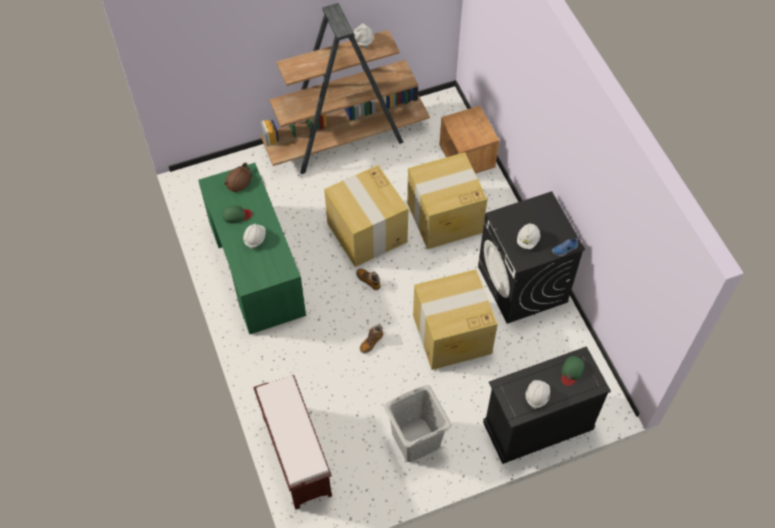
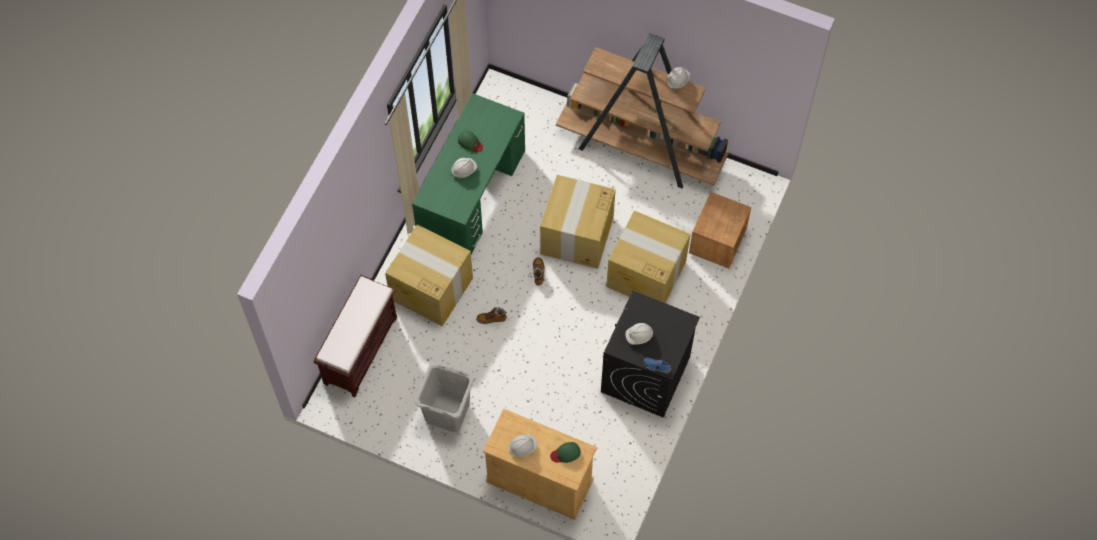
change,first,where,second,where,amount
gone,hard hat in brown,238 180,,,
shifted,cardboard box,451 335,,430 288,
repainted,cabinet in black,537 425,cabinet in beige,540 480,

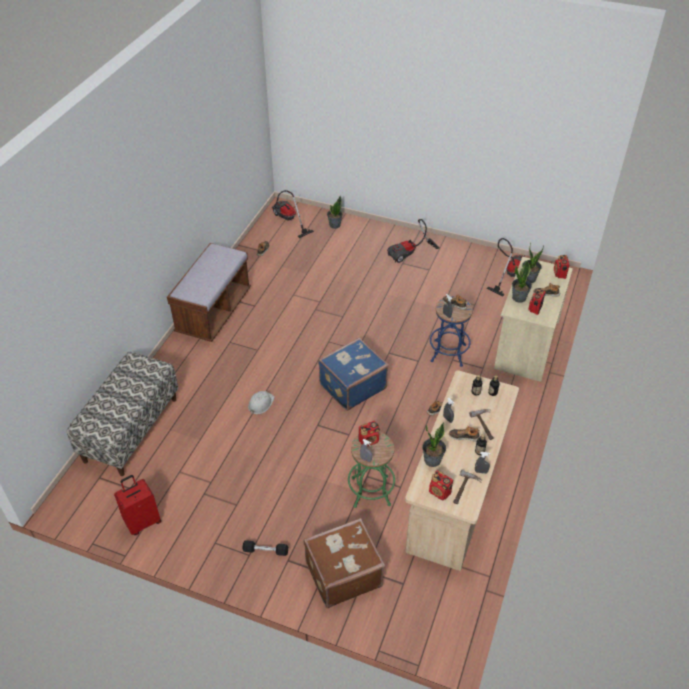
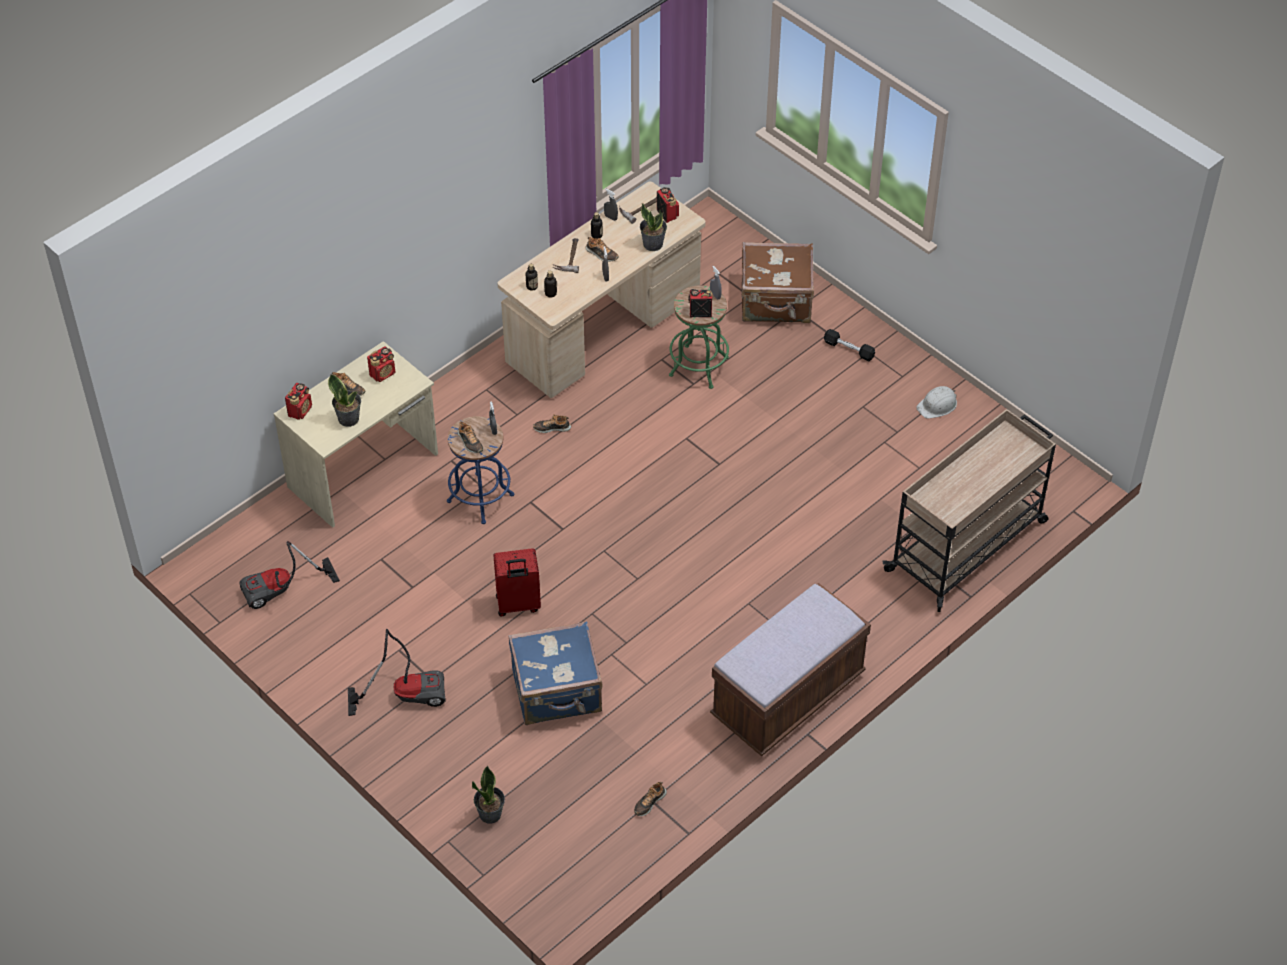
change,first,where,second,where,amount
gone,vacuum cleaner,288 220,,,
gone,potted plant,519 298,,,
shifted,suitcase in red,142 521,,518 605,
shifted,hard hat in white,260 404,,937 405,
shifted,suitcase in blue,351 386,,557 692,
swapped,bench,131 429,cart in beige,967 545,

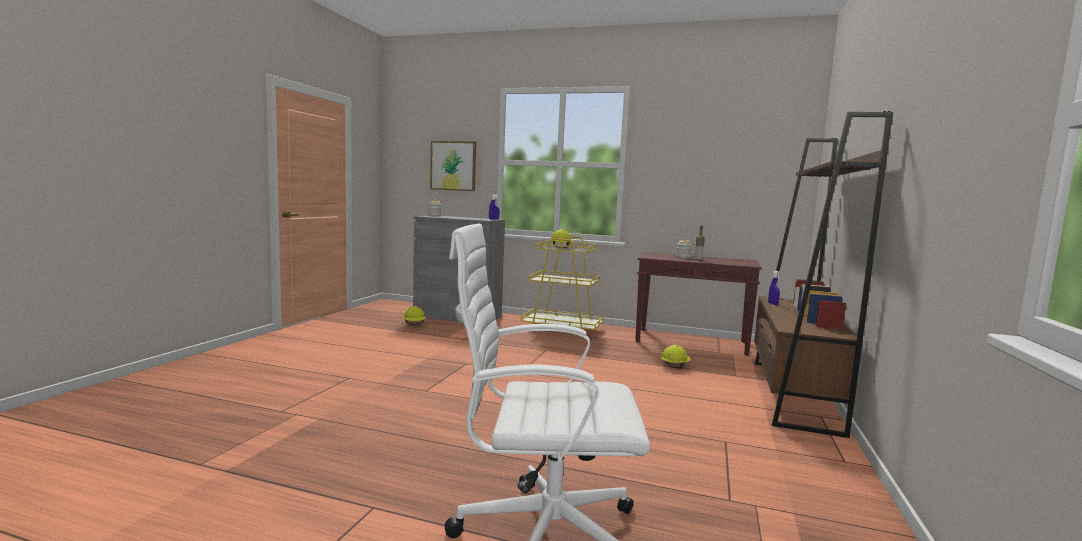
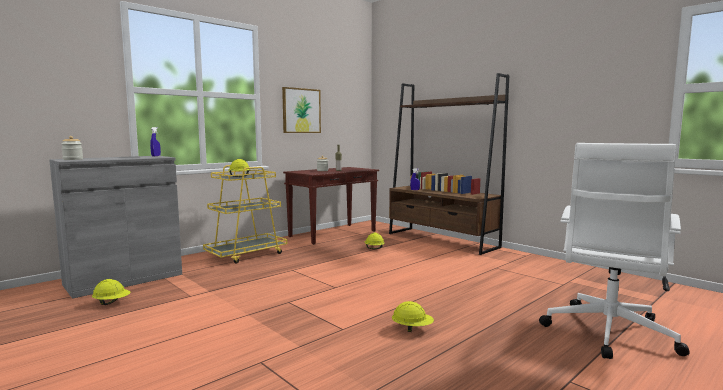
change,first,where,second,where,amount
new,,,hard hat in yellow,412 329,
shifted,picture,453 166,,301 111,

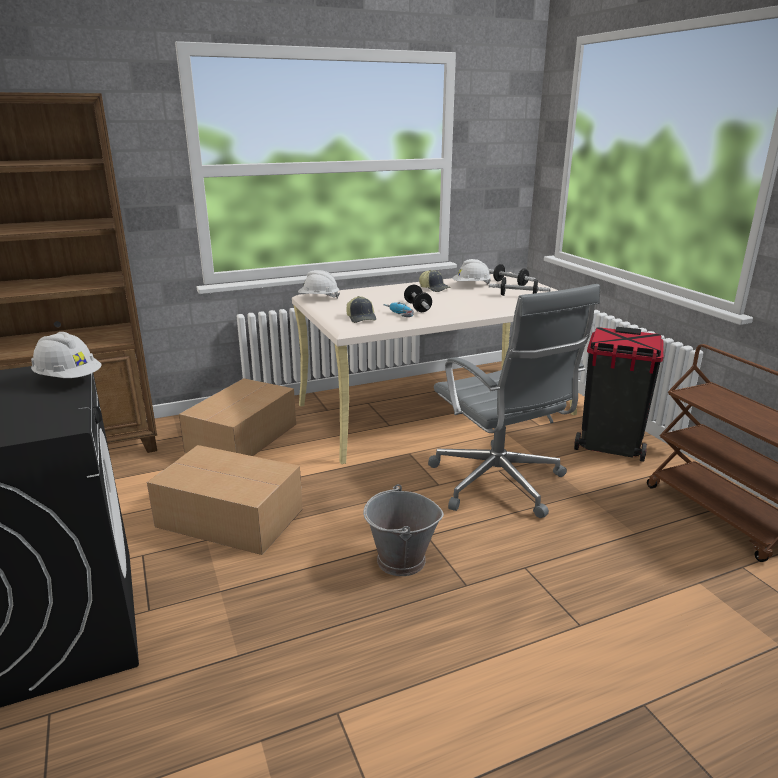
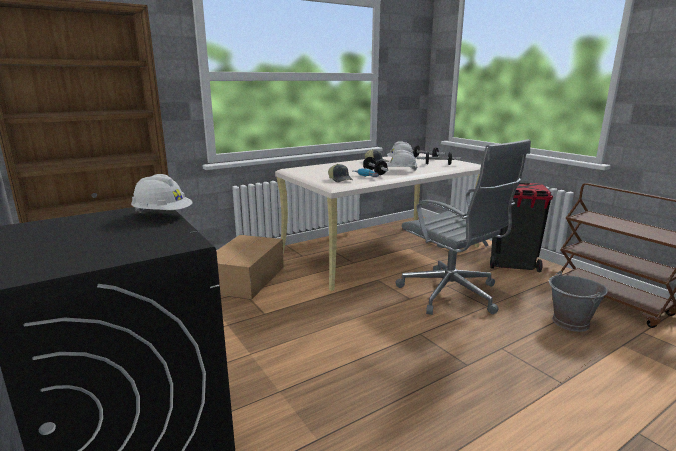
change,first,where,second,where,amount
gone,cardboard box,229 517,,,
shifted,hard hat in white,318 298,,401 171,
shifted,bucket in grey,401 560,,570 323,

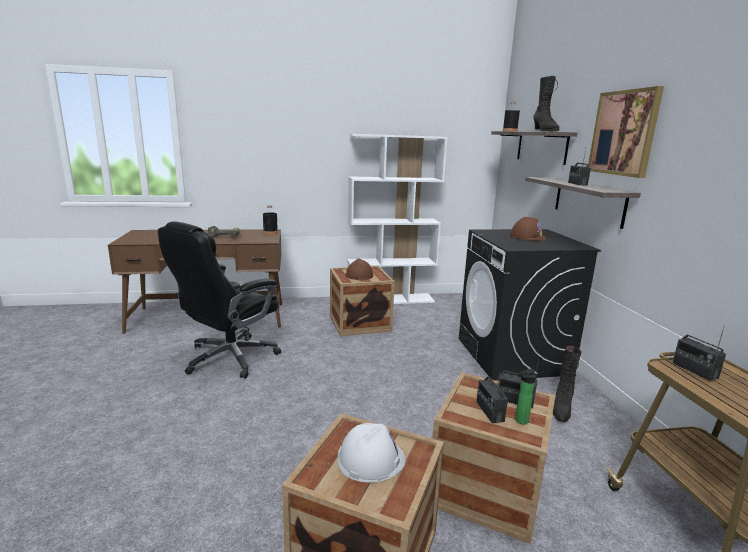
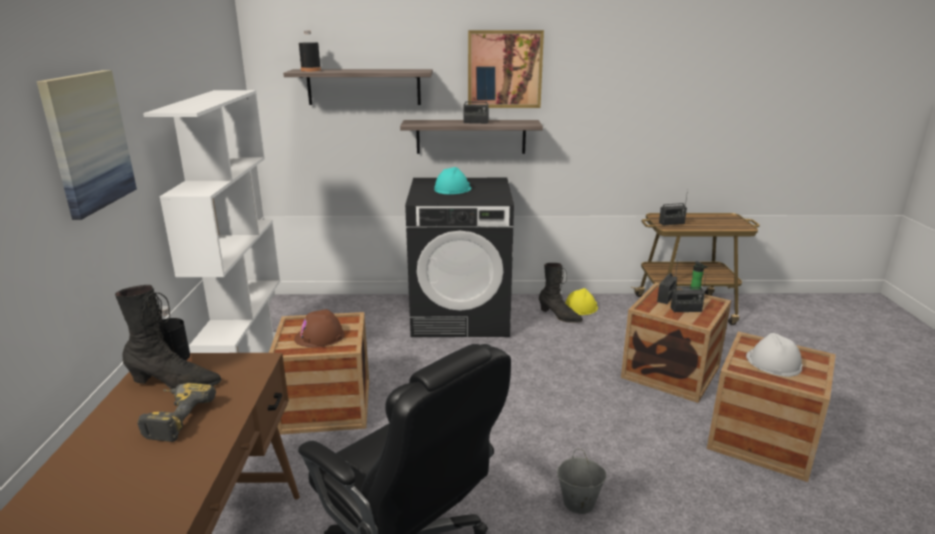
change,first,where,second,where,amount
new,,,picture,88 141,
new,,,bucket in grey,578 503,
new,,,hard hat in yellow,580 307,
shifted,boot in black,544 131,,175 384,
repainted,hard hat in brown,527 237,hard hat in turquoise,452 189,

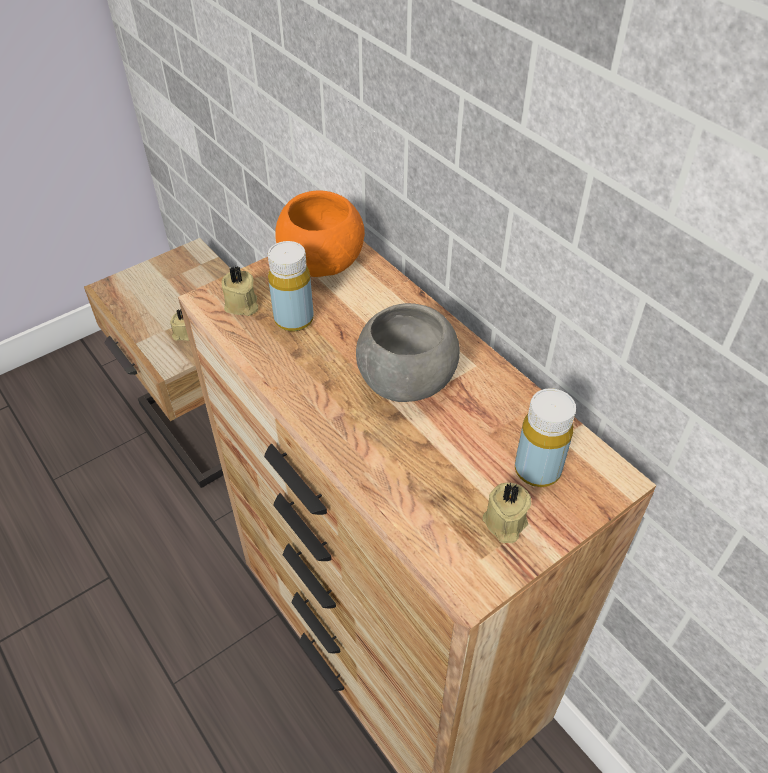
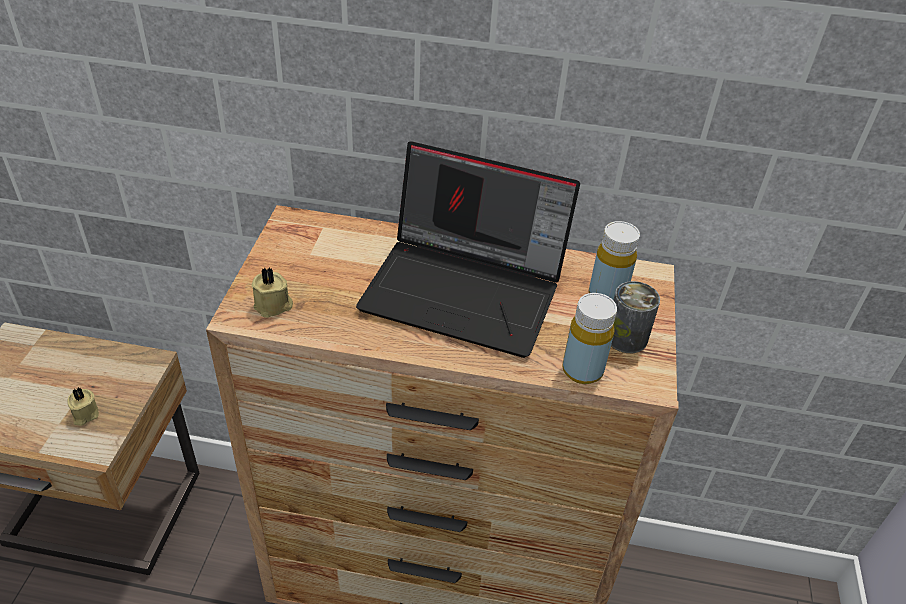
change,first,where,second,where,amount
gone,bowl in orange,322 262,,,
shifted,bottle in yellow,294 319,,582 370,
swapped,bowl in grey,407 383,laptop,467 290,
swapped,candle in beige,504 523,can,626 337,

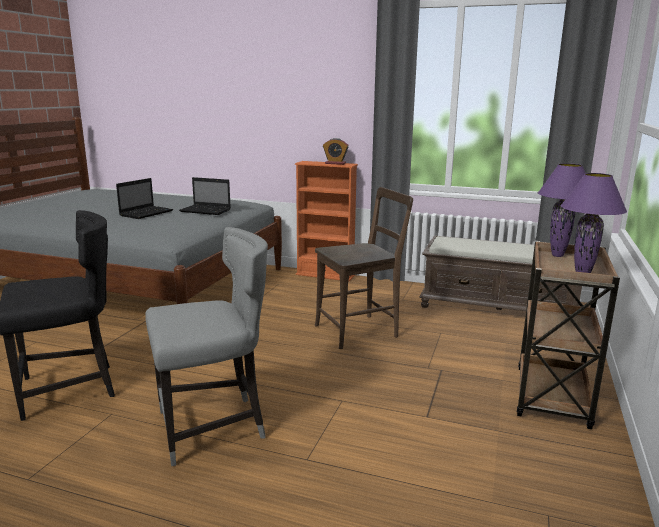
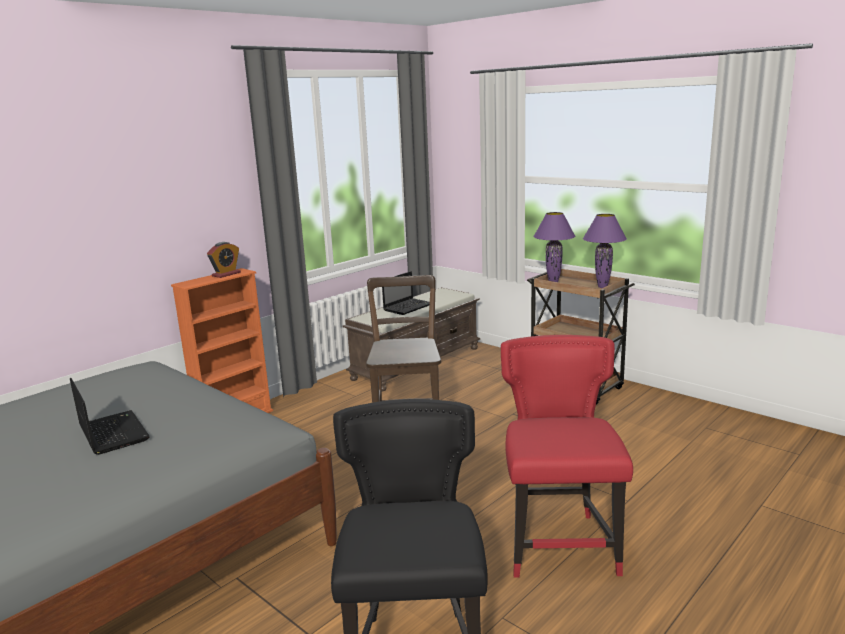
change,first,where,second,where,amount
shifted,laptop,206 211,,408 307,
repainted,chair in grey,214 427,chair in red,560 543,

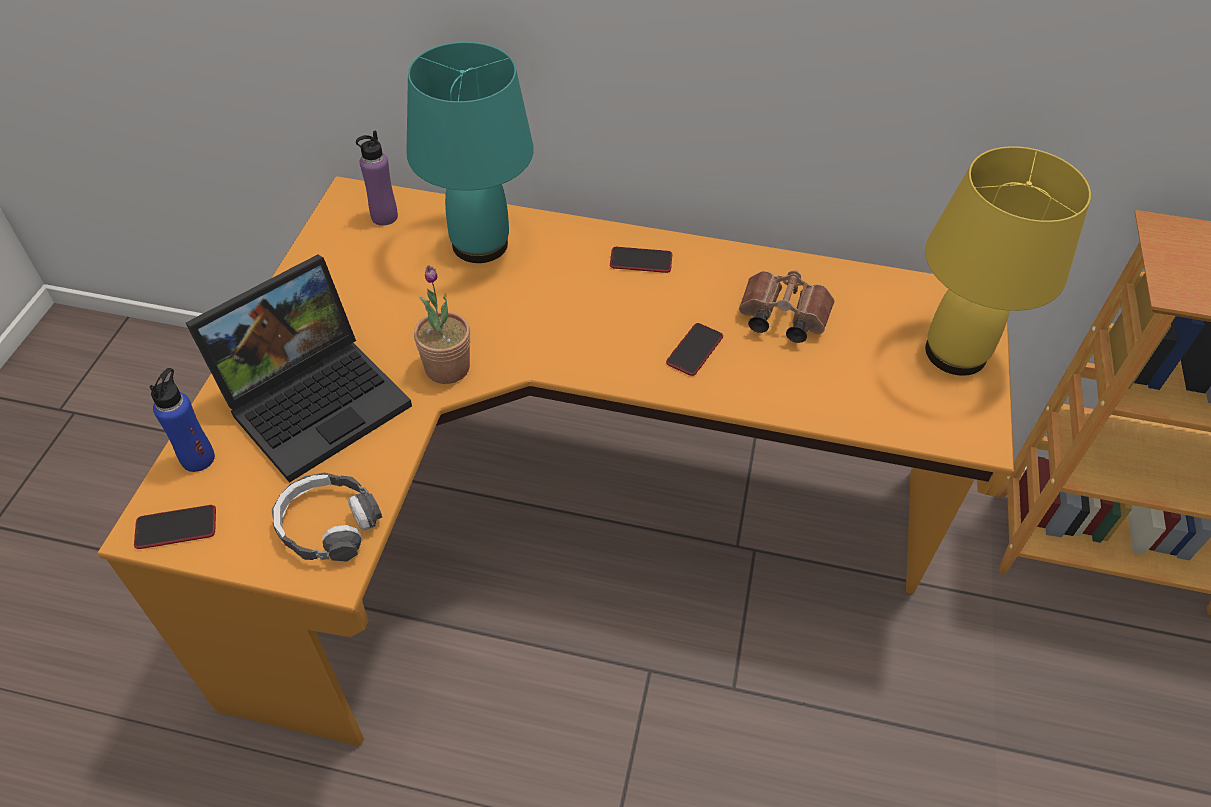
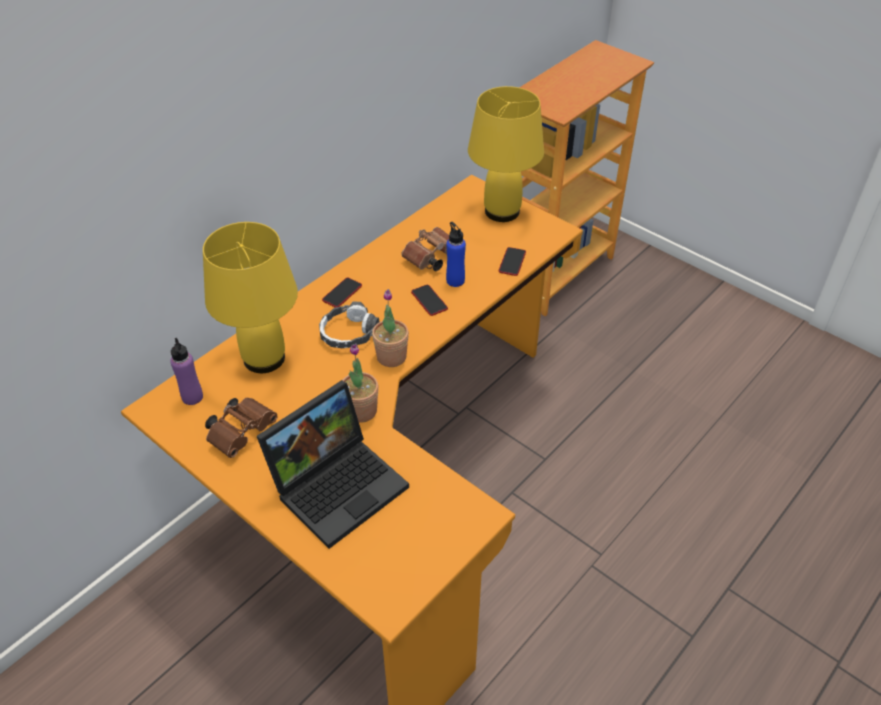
change,first,where,second,where,amount
new,,,binoculars in brown,242 432,
new,,,potted plant,391 357,
shifted,phone,176 528,,512 262,
shifted,bottle in blue,198 458,,455 280,
shifted,headphones,328 525,,348 333,
repainted,table lamp in turquoise,481 243,table lamp in yellow,264 357,
rotated,laptop,317 399,,339 484,60 degrees clockwise

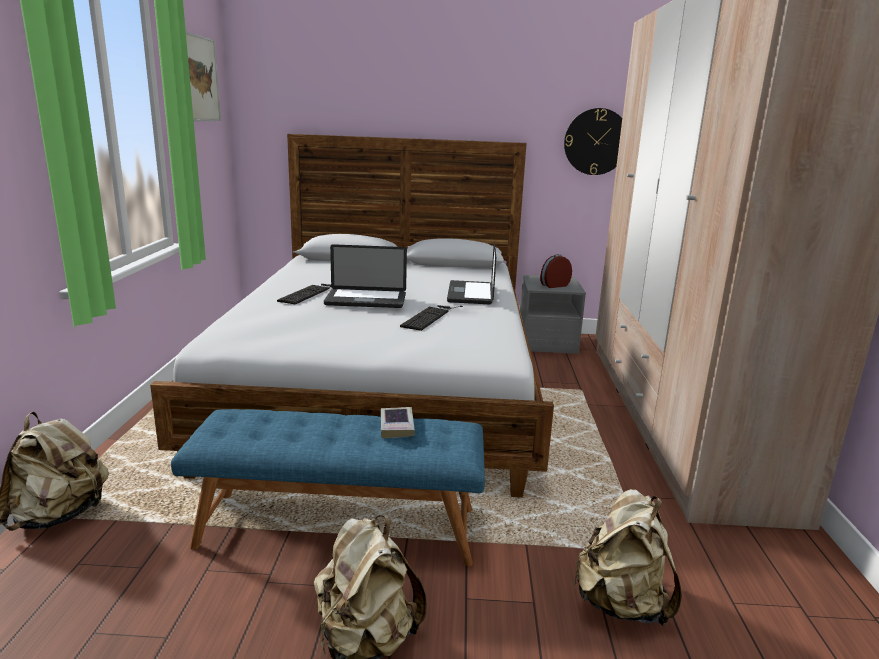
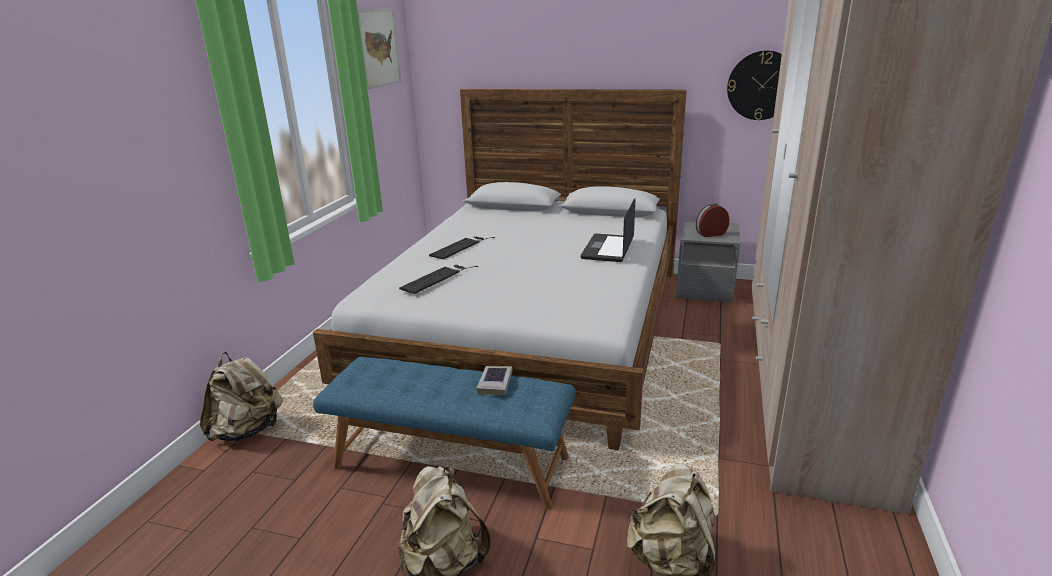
change,first,where,second,where,amount
gone,laptop,366 300,,,
shifted,keyboard,430 317,,437 278,

